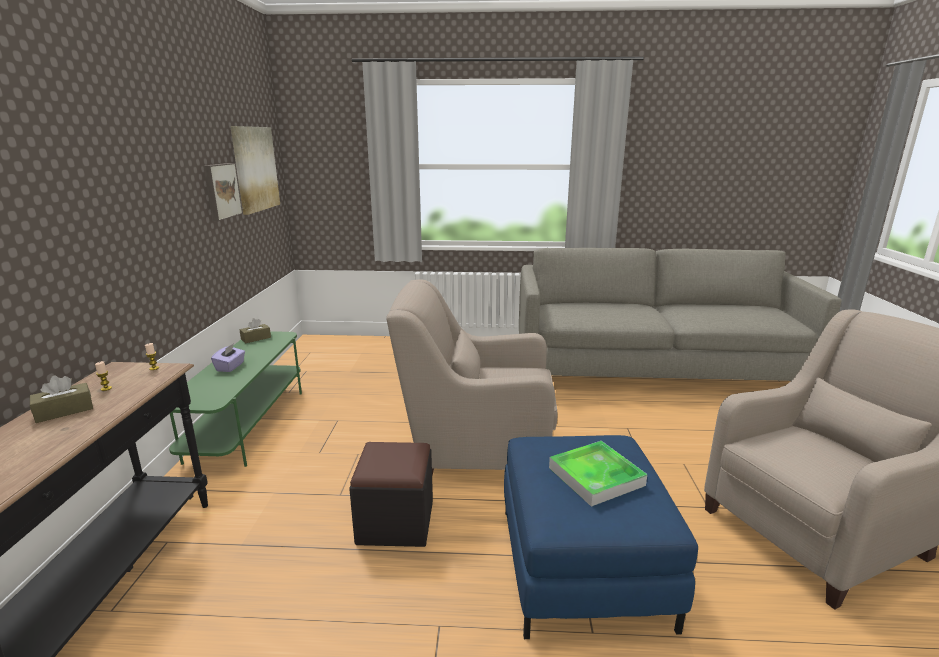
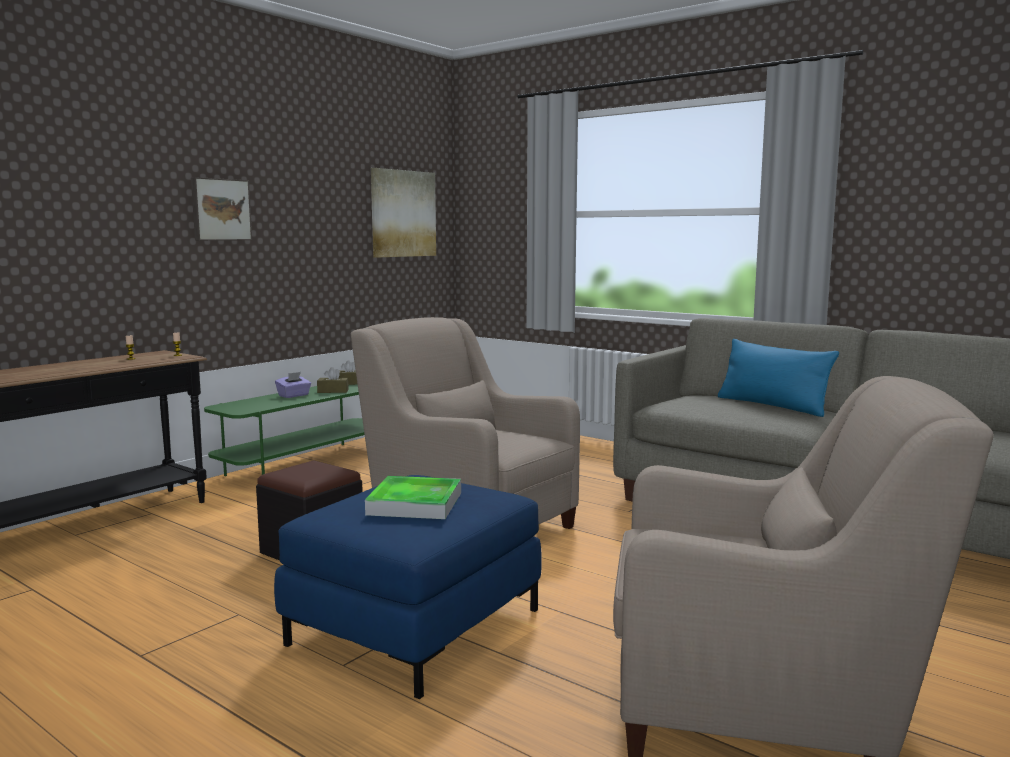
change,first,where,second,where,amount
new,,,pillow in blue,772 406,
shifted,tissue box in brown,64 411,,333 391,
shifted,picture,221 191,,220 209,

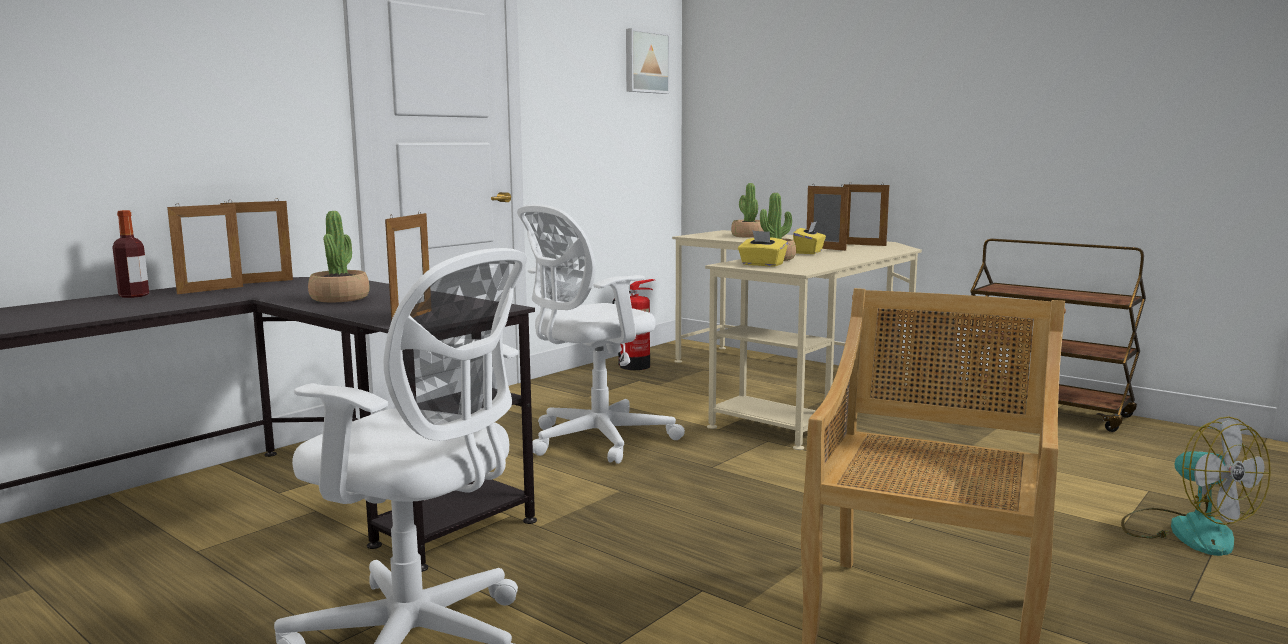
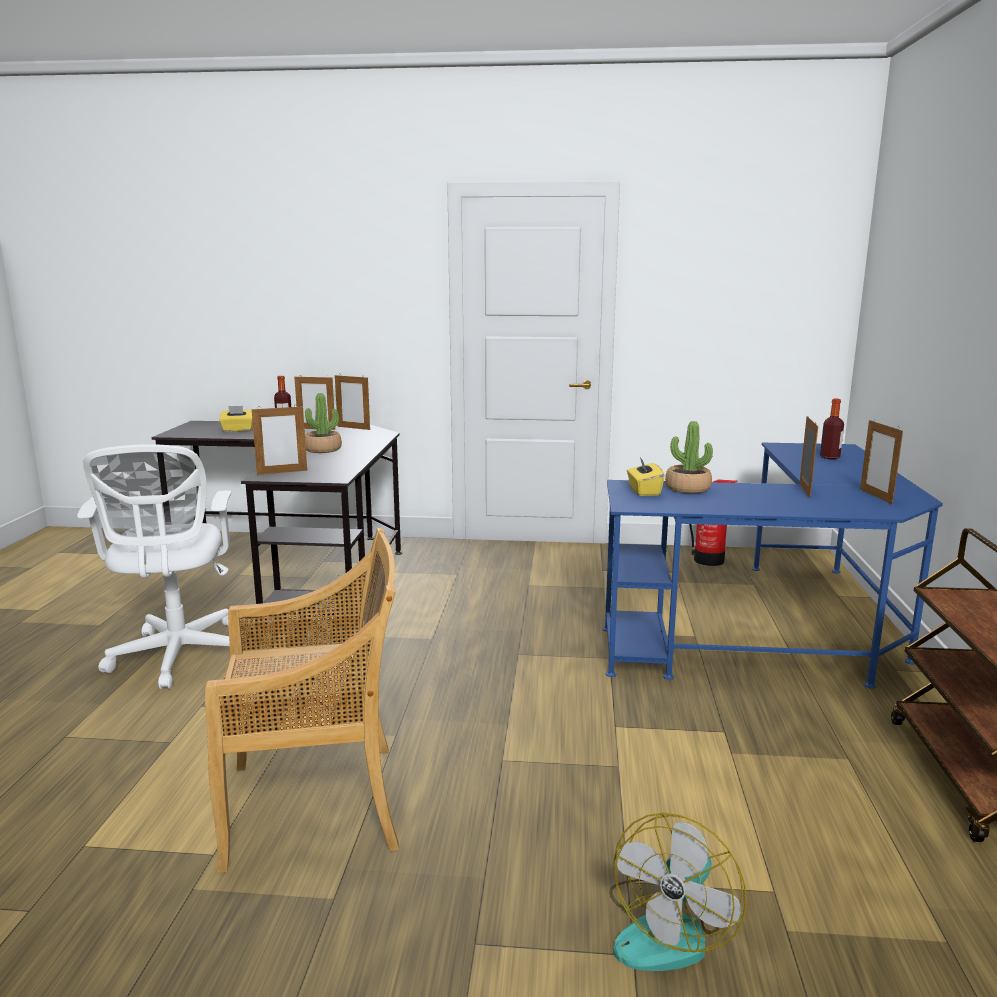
change,first,where,second,where,amount
gone,office chair in white,594 441,,,
gone,picture,645 62,,,
shifted,tissue box in yellow,809 252,,238 430,
swapped,potted plant,748 236,bottle,829 457,
repainted,desk in beige,793 387,desk in blue,778 630,

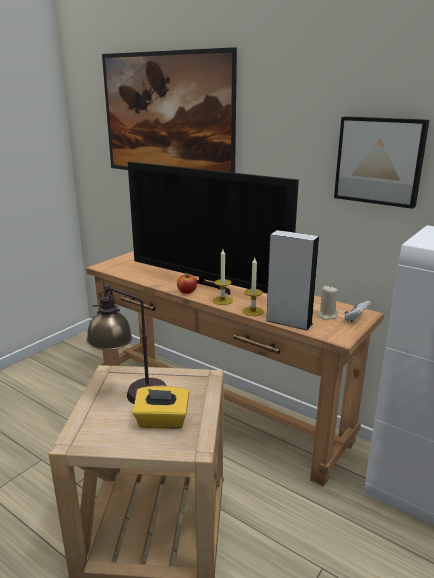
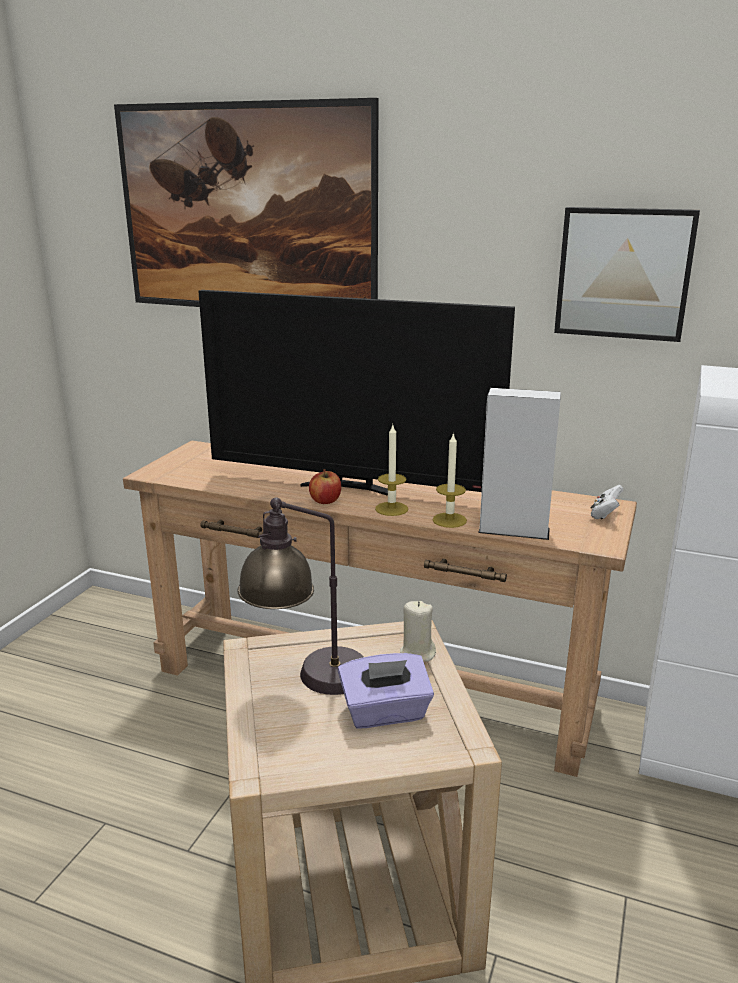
change,first,where,second,where,amount
shifted,candle in beige,327 316,,417 654,
repainted,tissue box in yellow,162 421,tissue box in purple,385 713,

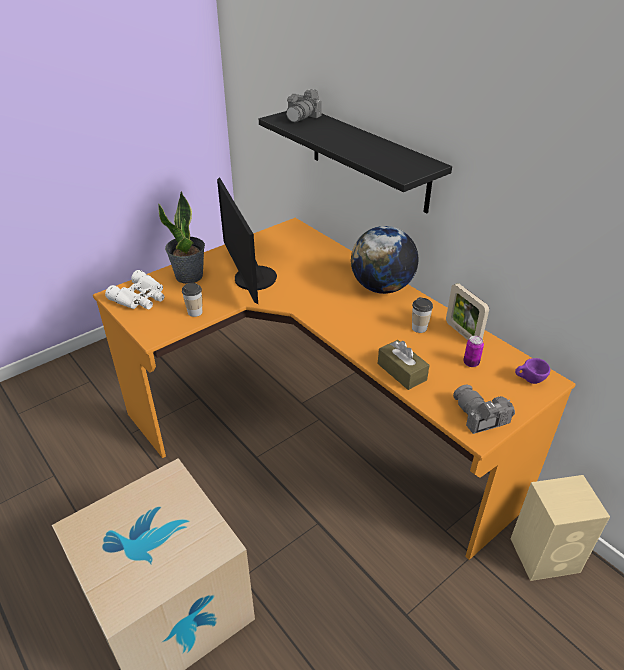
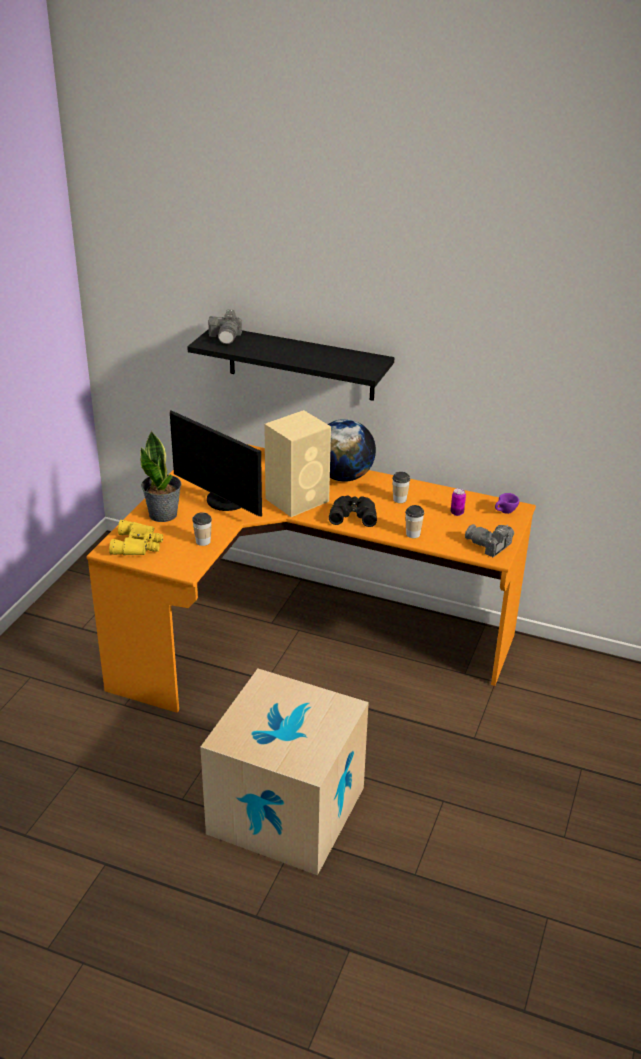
change,first,where,second,where,amount
gone,picture frame,462 333,,,
new,,,binoculars in black,353 514,
shifted,speaker in beige,546 555,,298 499,
swapped,tissue box in brown,401 372,cup,413 534,
repainted,binoculars in white,141 297,binoculars in yellow,138 545,

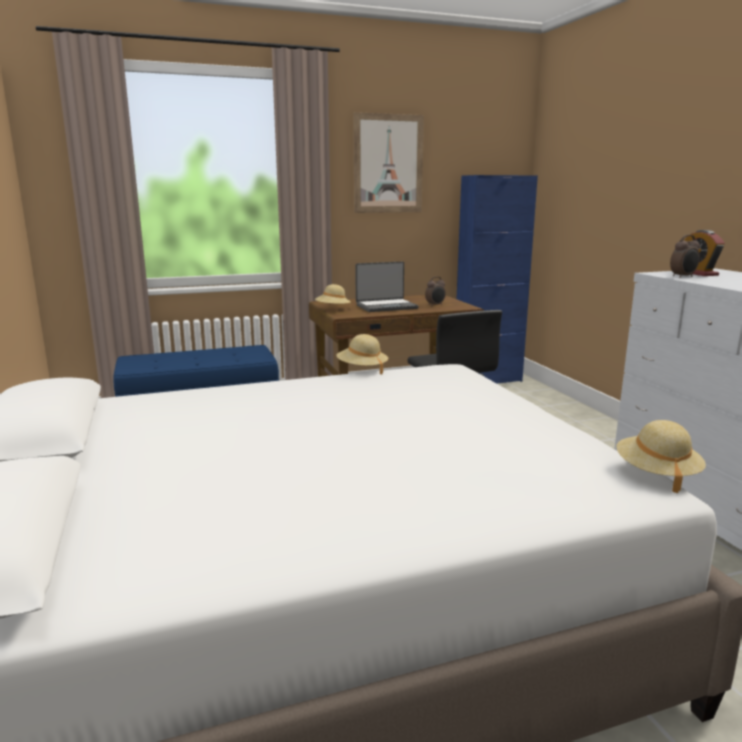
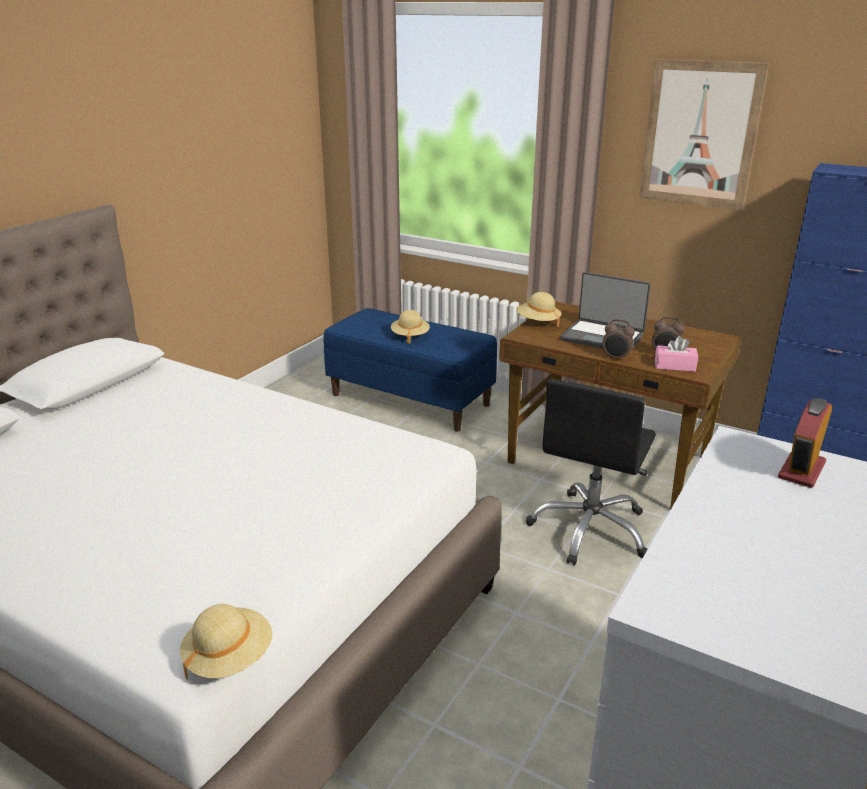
change,first,where,second,where,amount
new,,,tissue box in pink,674 366,
shifted,hat in beige,362 369,,410 336,
shifted,alarm clock,683 277,,615 358,

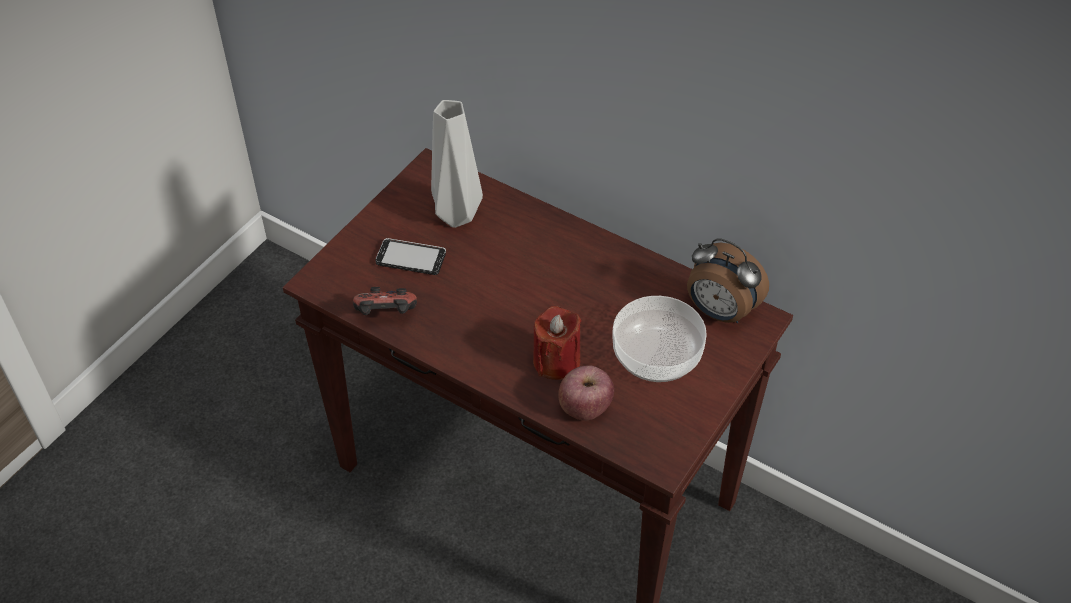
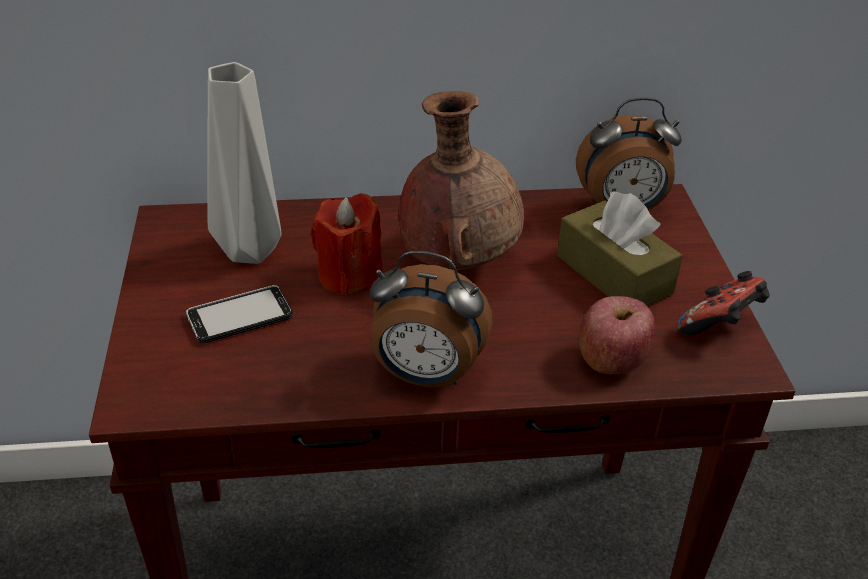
change,first,where,second,where,amount
new,,,alarm clock,425 376,
new,,,vase in brown,458 261,
shifted,game controller,386 316,,720 326,
shifted,candle in red,556 361,,349 275,
swapped,bowl,655 354,tissue box in brown,613 274,

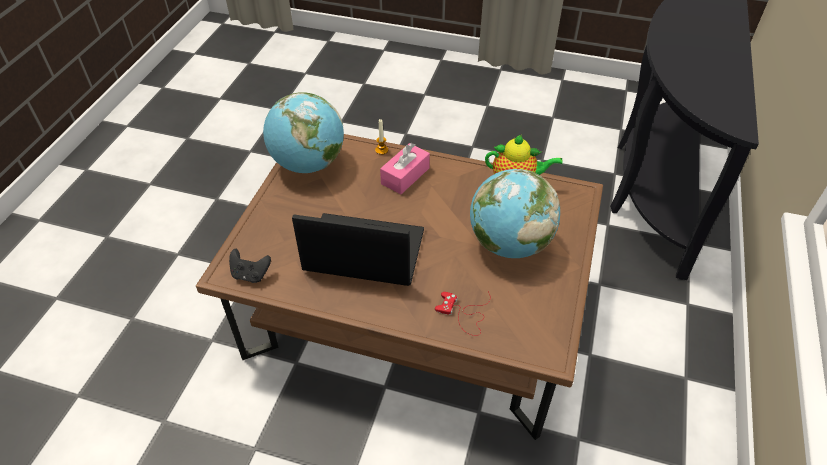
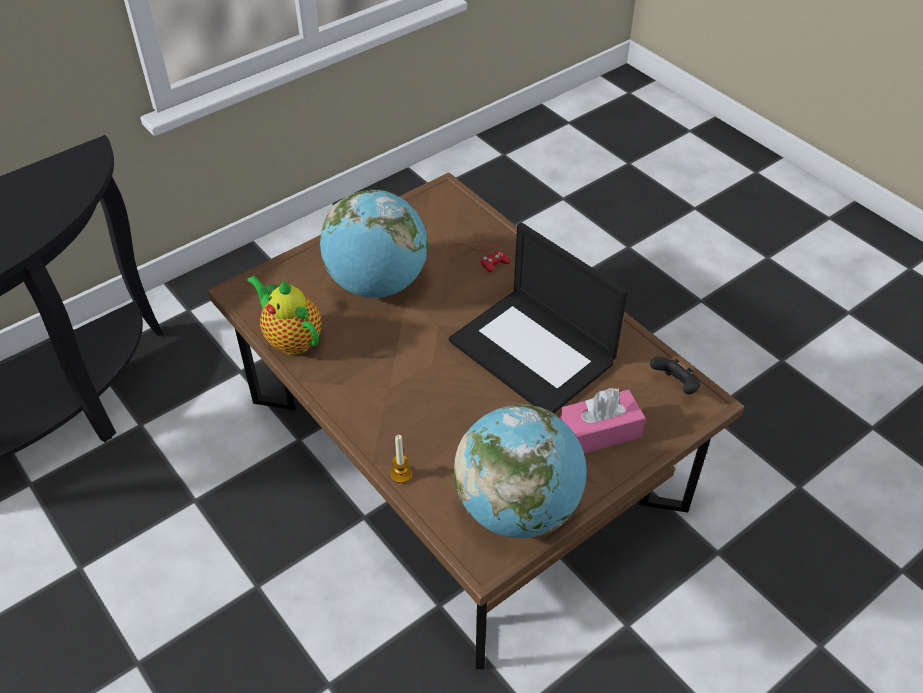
change,first,where,second,where,amount
shifted,tissue box in pink,405 176,,600 432,

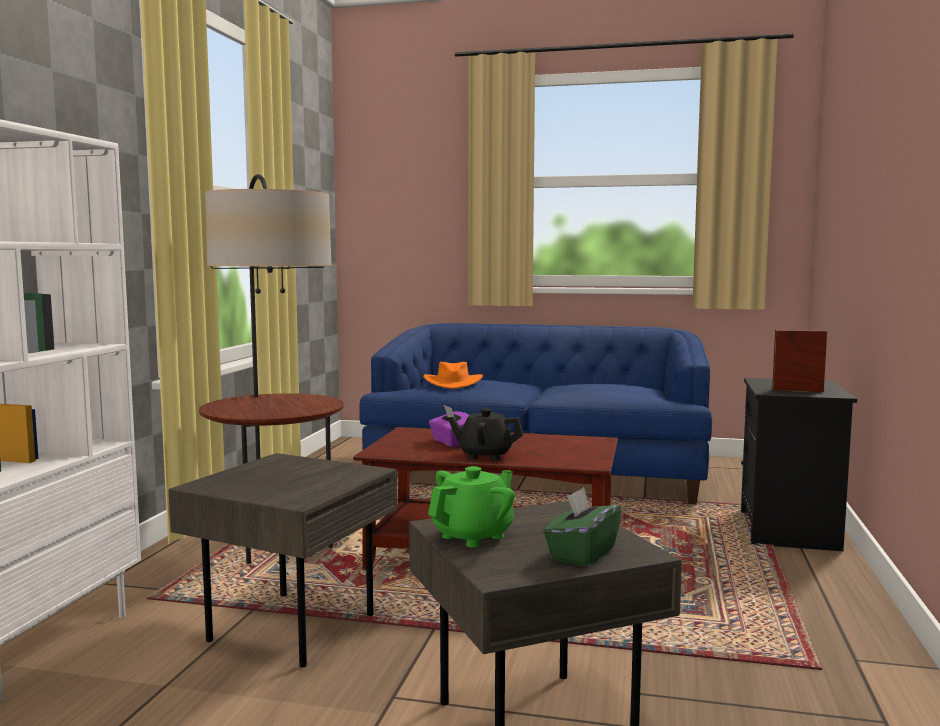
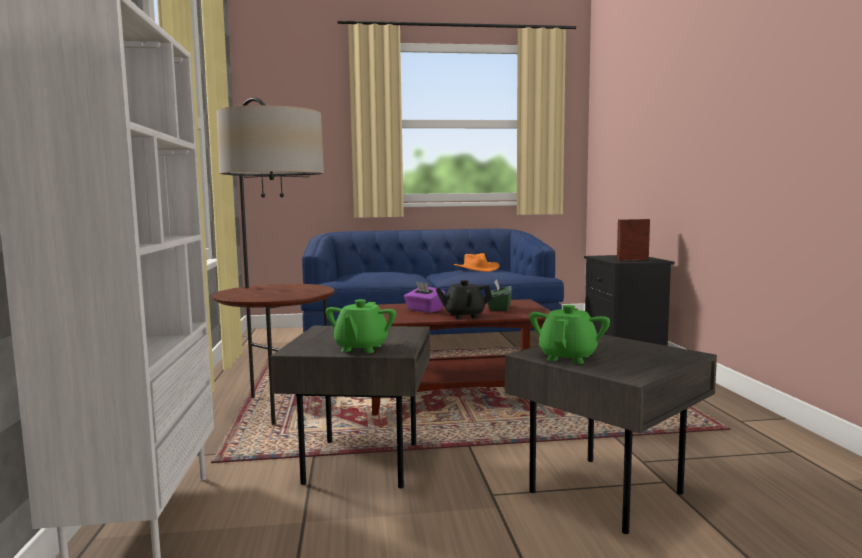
change,first,where,second,where,amount
new,,,teapot in green,361 348,
shifted,hat in orange,452 383,,476 269,
shifted,tissue box in green,582 554,,499 308,

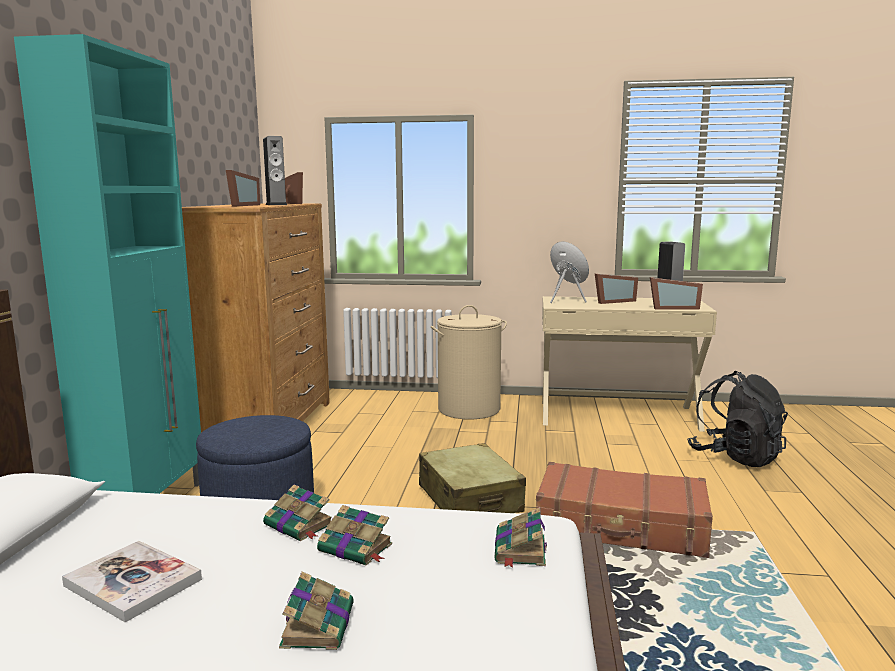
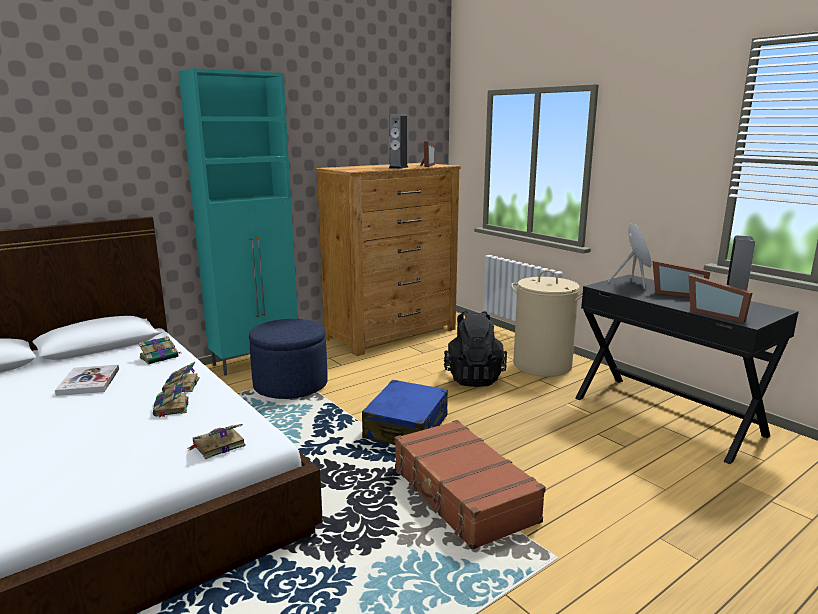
change,first,where,second,where,amount
gone,picture frame,240 205,,,
shifted,book,318 624,,160 357,
shifted,backpack in black,735 457,,473 378,
repainted,suitcase in beige,470 499,suitcase in blue,406 427,
repainted,desk in beige,618 415,desk in black,667 415,

